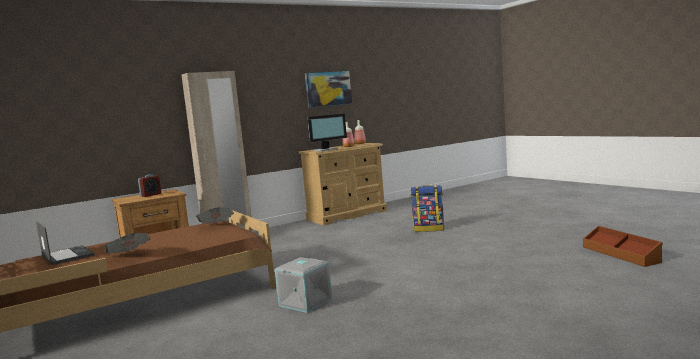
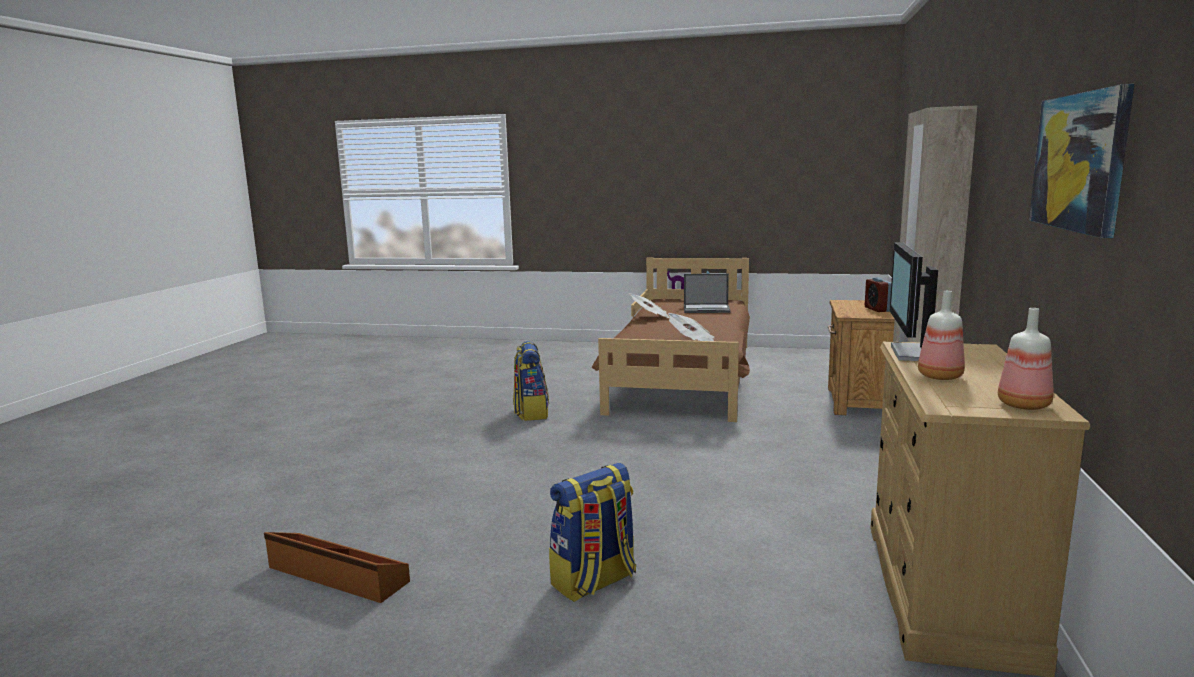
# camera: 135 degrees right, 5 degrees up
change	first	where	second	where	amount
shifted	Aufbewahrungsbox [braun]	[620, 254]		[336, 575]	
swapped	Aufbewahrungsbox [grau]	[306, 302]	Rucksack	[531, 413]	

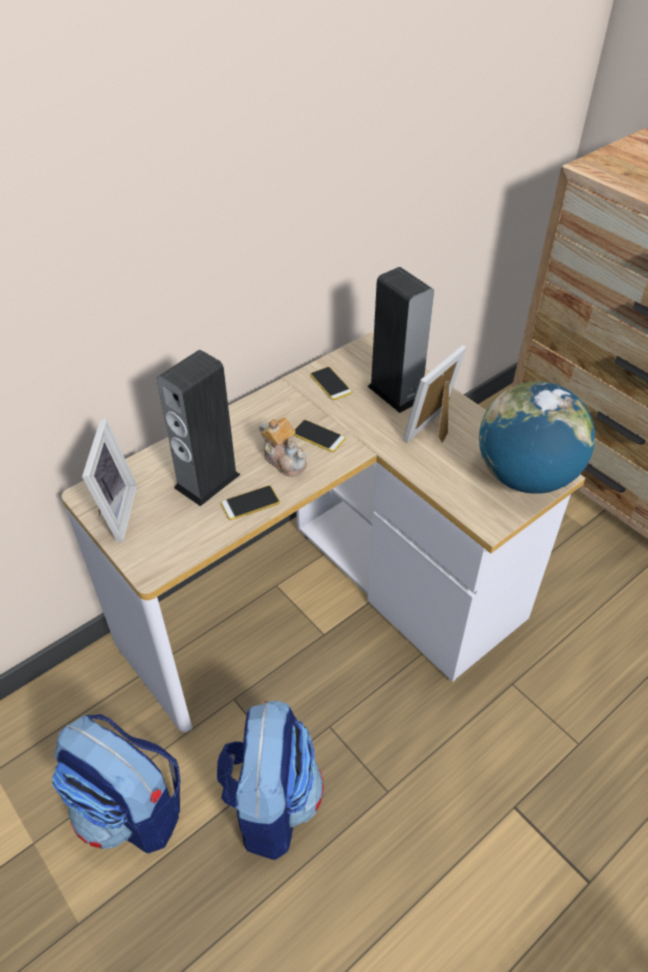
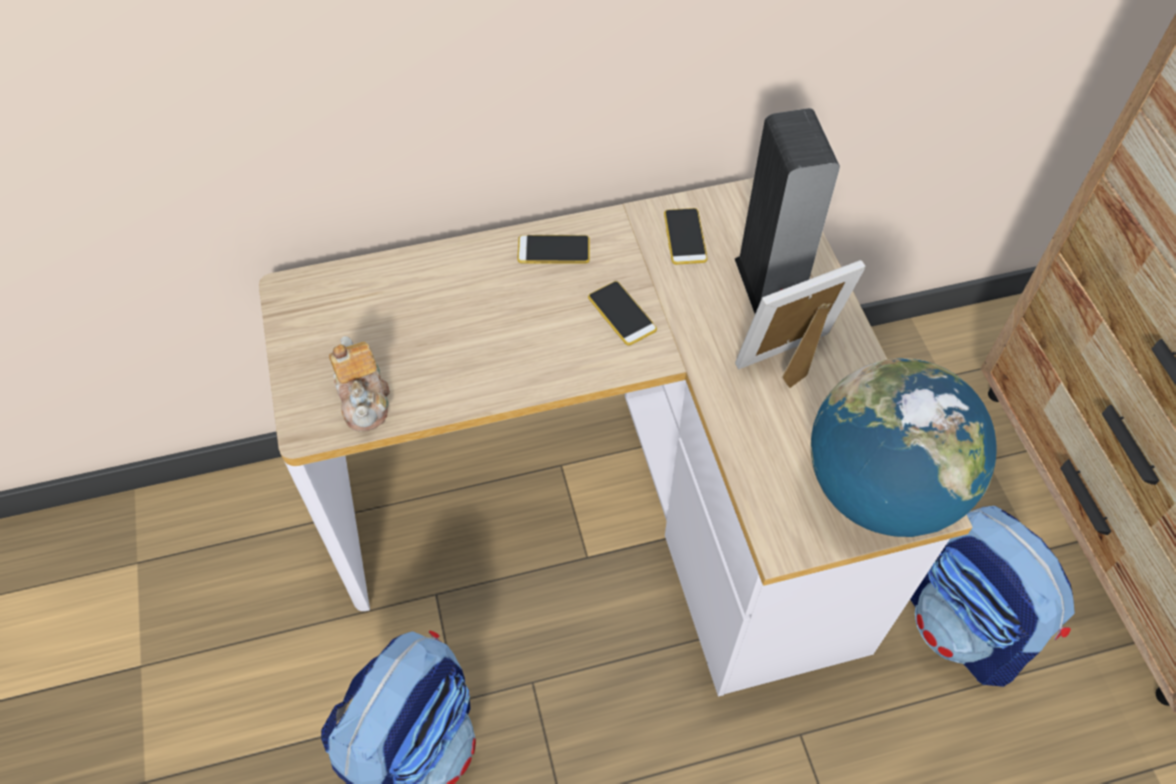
# camera: 25 degrees right, 10 degrees up
change	first	where	second	where	amount
shifted	Teekanne	[285, 459]		[364, 399]	
shifted	Handy	[250, 503]		[553, 250]	
shifted	Rucksack	[131, 809]		[965, 626]	
gone	Bilderrahmen	[113, 513]			
gone	Lautsprecher	[207, 481]			

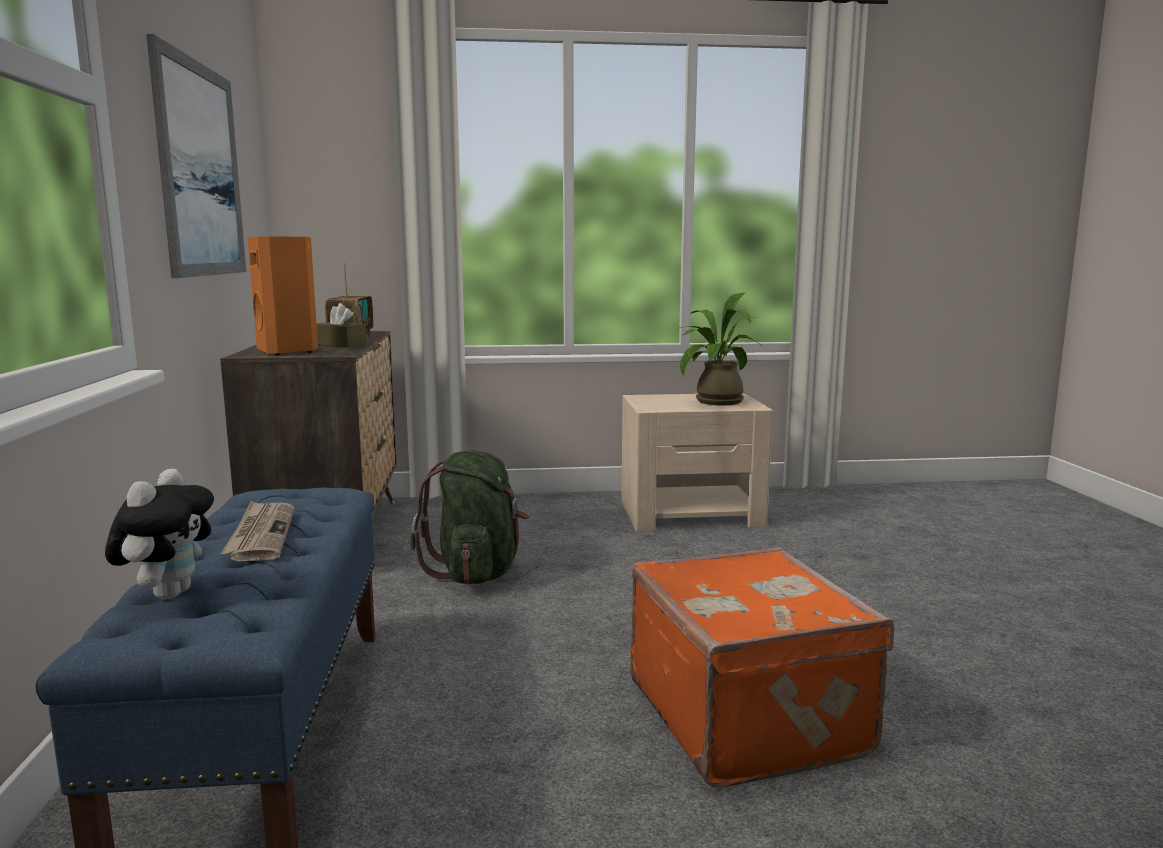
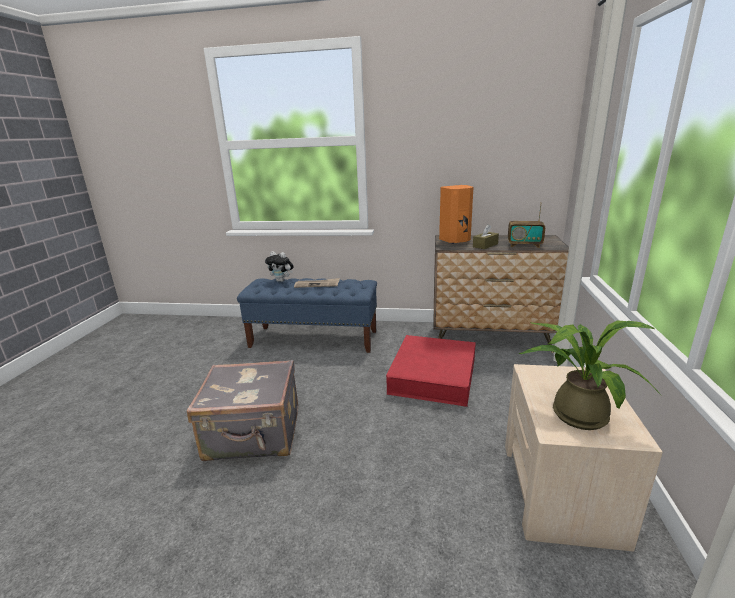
# camera: 105 degrees right, 10 degrees up
change	first	where	second	where	amount
repainted	Koffer [orange]	[749, 716]	Koffer [grau]	[254, 435]	
swapped	Rucksack [grün]	[476, 572]	Aufbewahrungsbox [rot]	[433, 376]	
gone	Bild	[200, 170]			

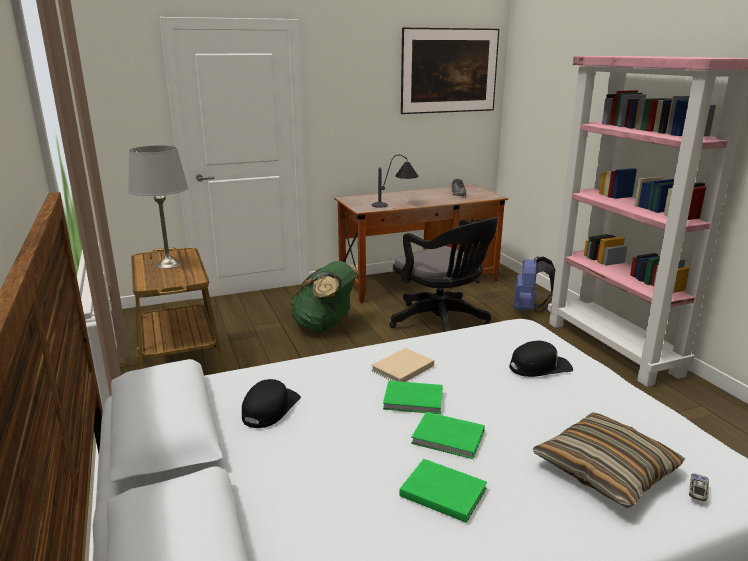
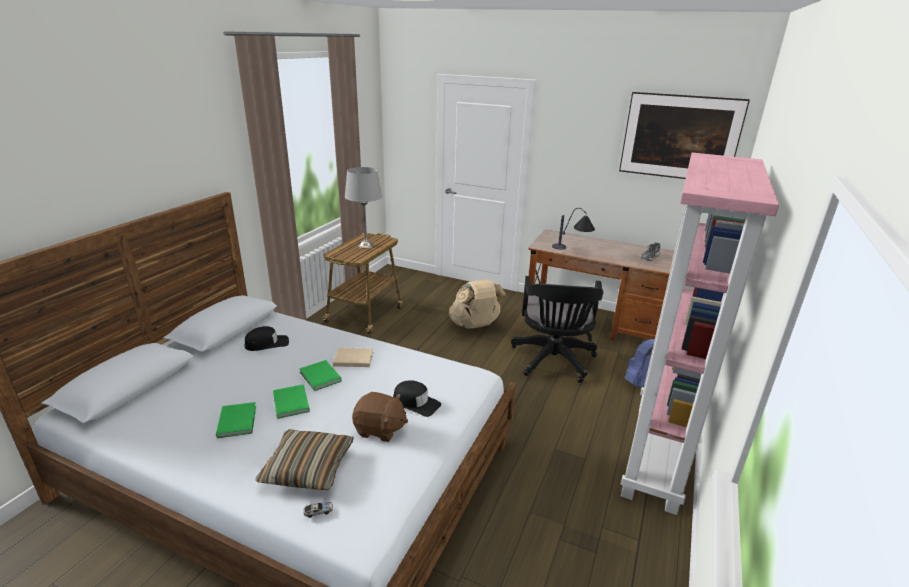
# camera: 45 degrees right, 5 degrees up
change	first	where	second	where	amount
new			Plüschtier [braun]	[380, 429]	
repainted	Rucksack [grün]	[325, 326]	Rucksack [beige]	[475, 325]	

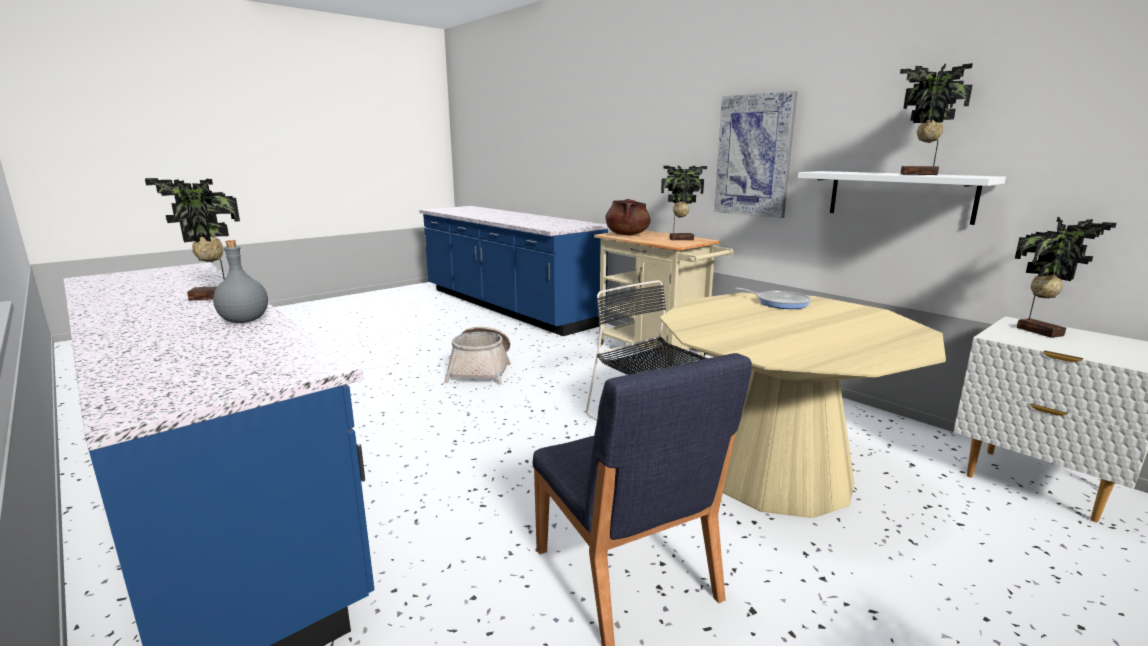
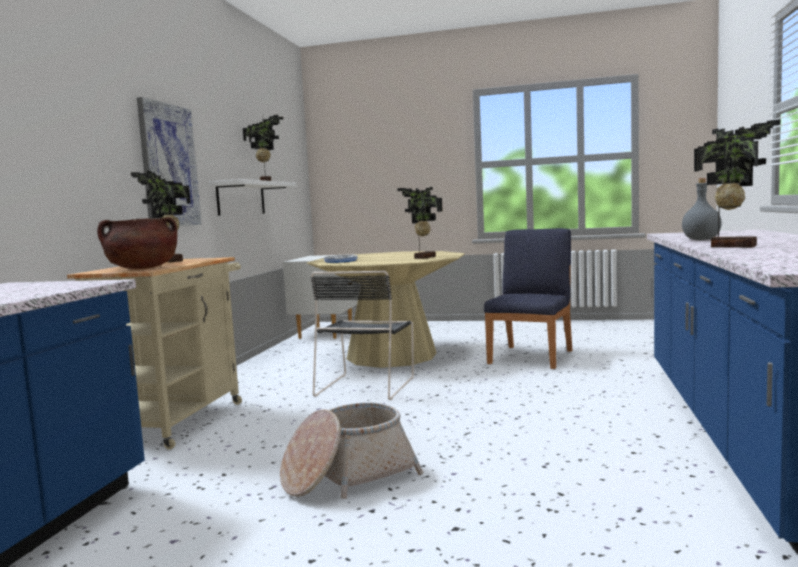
# camera: 125 degrees left, 10 degrees down
change	first	where	second	where	amount
shifted	Topfpflanze	[1040, 331]		[423, 257]	

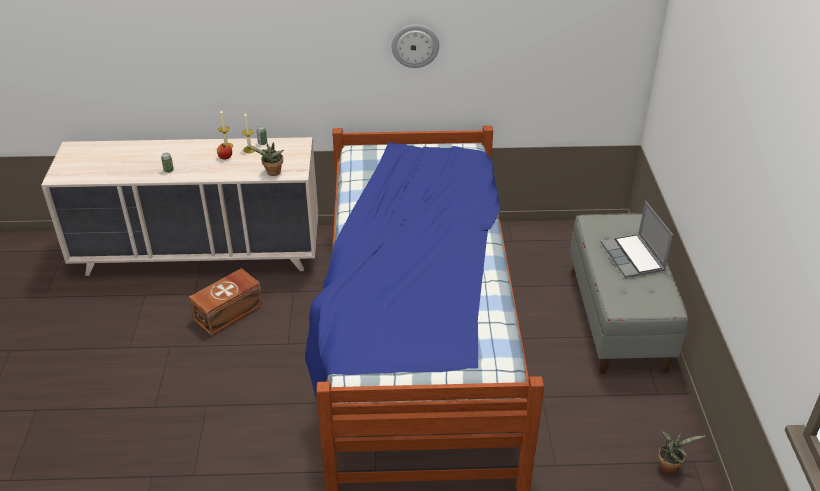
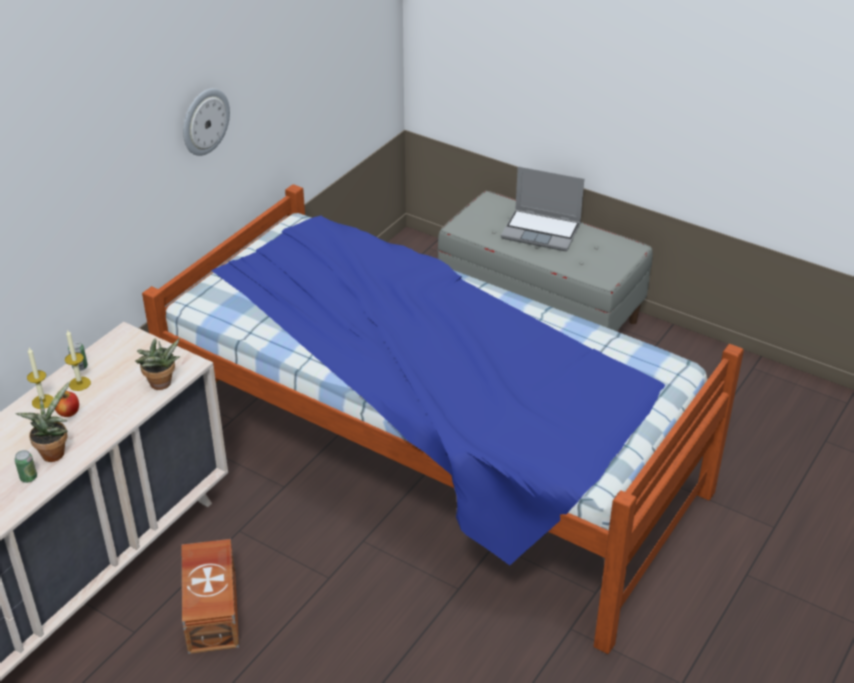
# camera: 55 degrees left, 0 degrees up
change	first	where	second	where	amount
shifted	Topfpflanze	[669, 466]		[54, 451]	

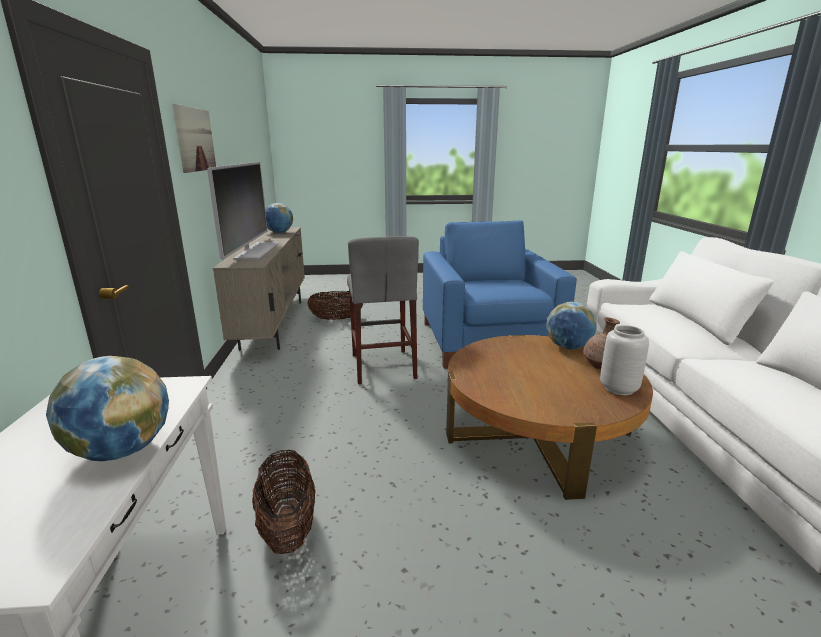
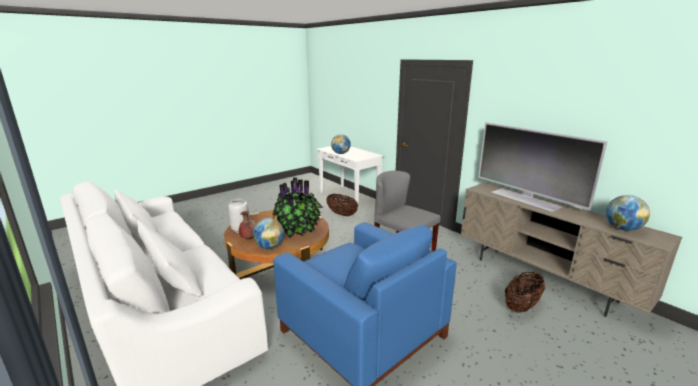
# camera: 145 degrees right, 0 degrees up
change	first	where	second	where	amount
new			Topfpflanze	[298, 231]	
gone	Bild	[195, 139]			

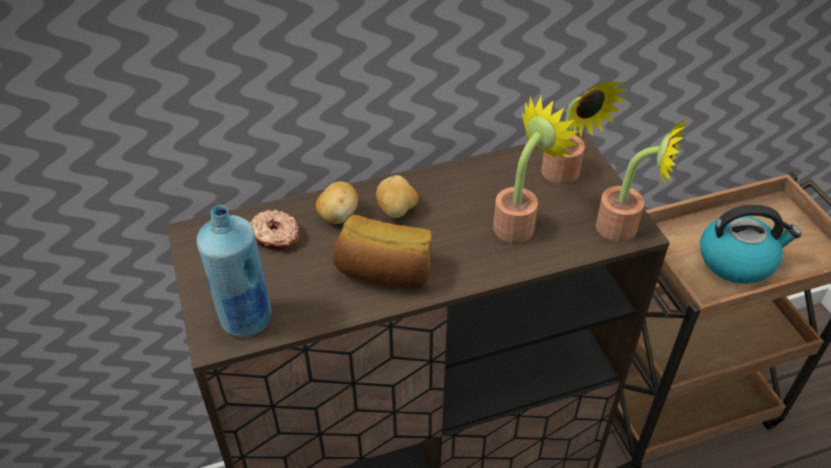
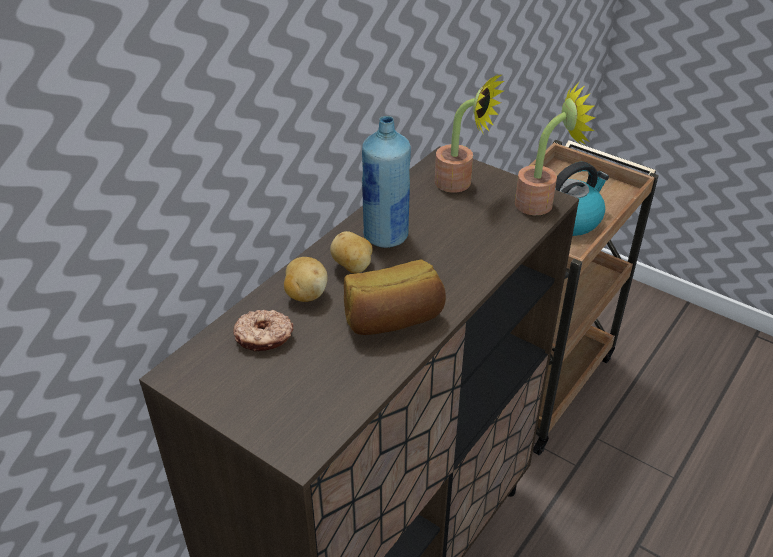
# camera: 35 degrees left, 5 degrees down
change	first	where	second	where	amount
shifted	Flasche [blau]	[245, 320]		[386, 236]	
gone	Topfpflanze	[519, 223]			

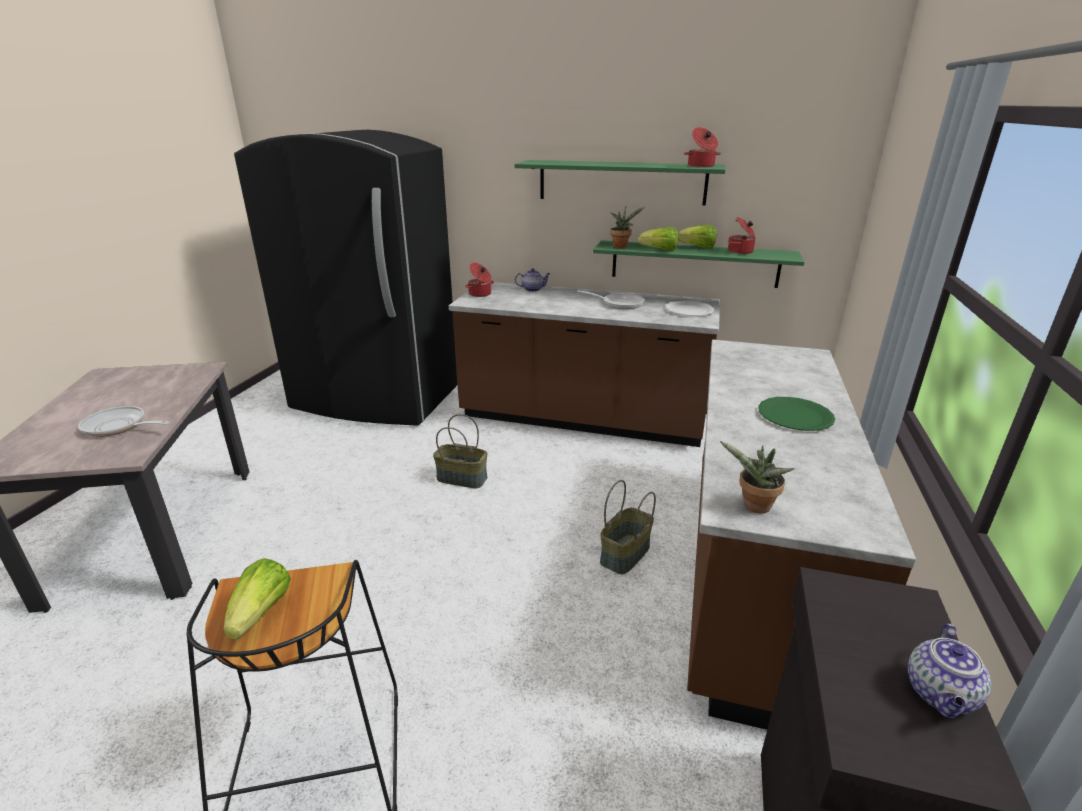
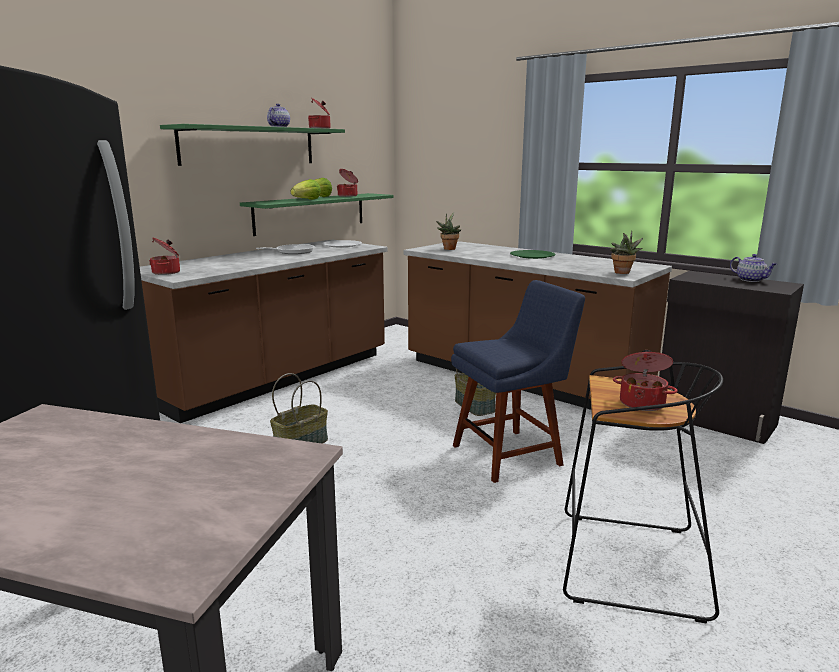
# camera: 65 degrees left, 10 degrees down
change	first	where	second	where	amount
shifted	Teekanne	[533, 289]		[279, 127]	
shifted	Topfpflanze	[621, 246]		[449, 248]	
new			Stuhl [blau]	[511, 454]	
swapped	Salatkopf	[262, 613]	Kochtopf	[642, 403]	
gone	Pfanne	[118, 427]			

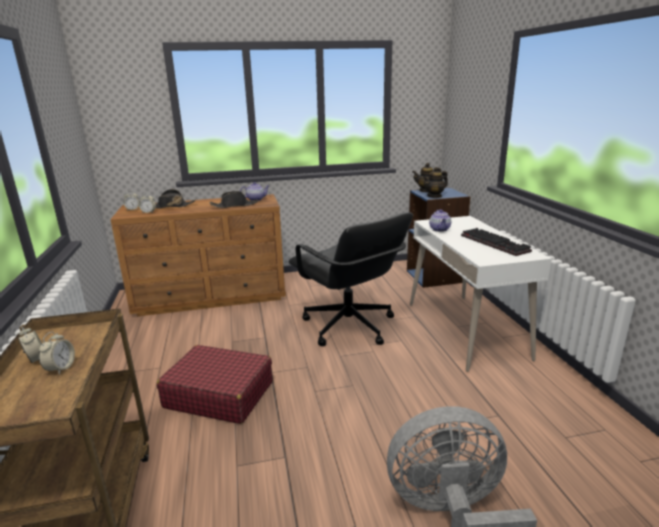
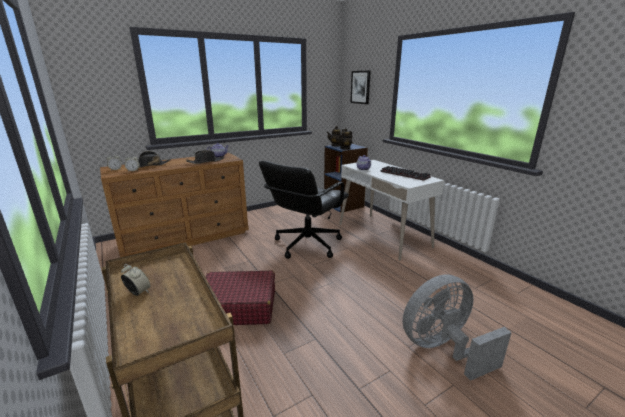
# camera: 20 degrees left, 0 degrees up
change	first	where	second	where	amount
rotated	Bürostuhl [schwarz]	[349, 326]		[306, 244]	90 degrees clockwise
new			Bild	[360, 87]	
gone	Wecker	[60, 368]			

